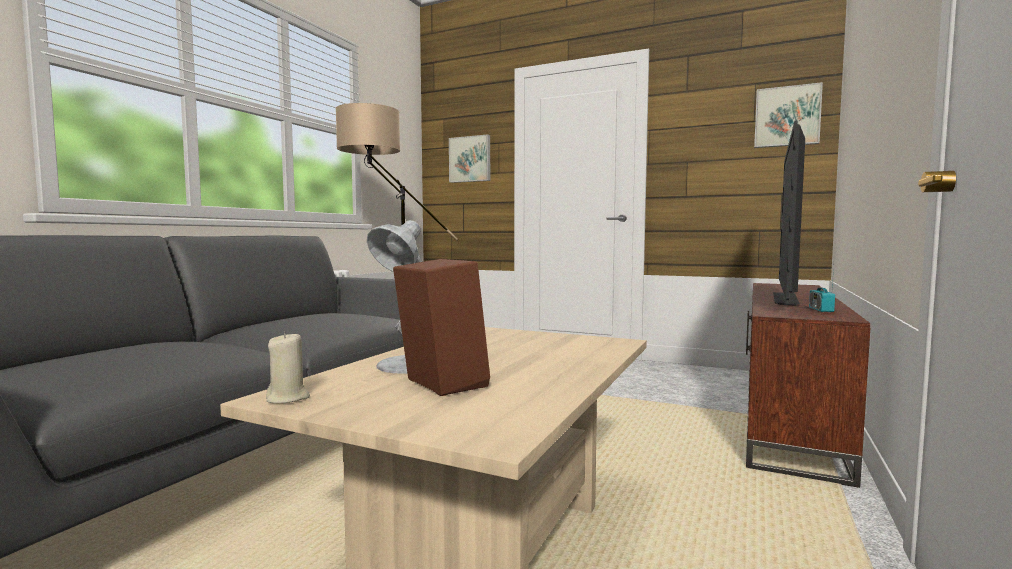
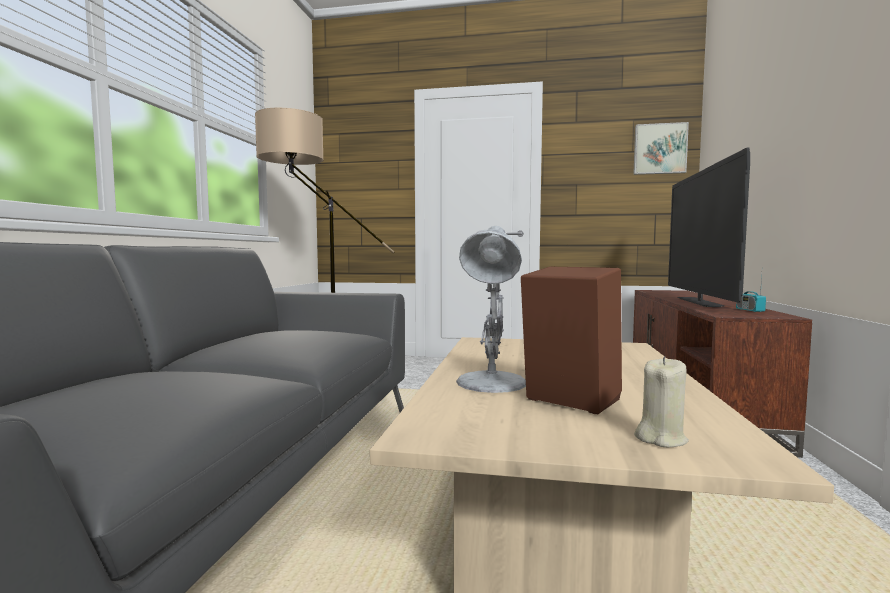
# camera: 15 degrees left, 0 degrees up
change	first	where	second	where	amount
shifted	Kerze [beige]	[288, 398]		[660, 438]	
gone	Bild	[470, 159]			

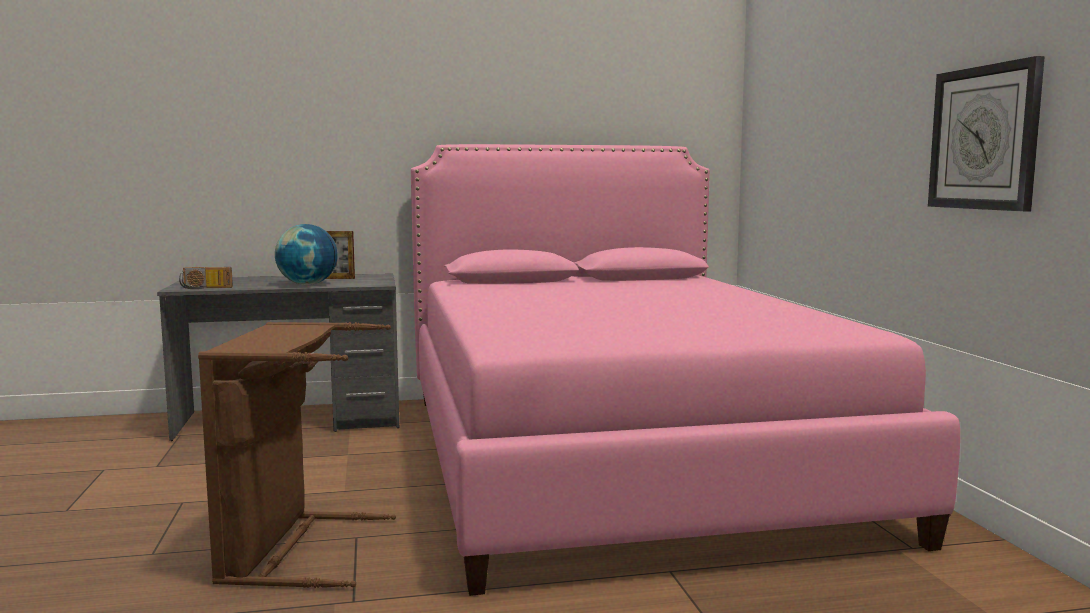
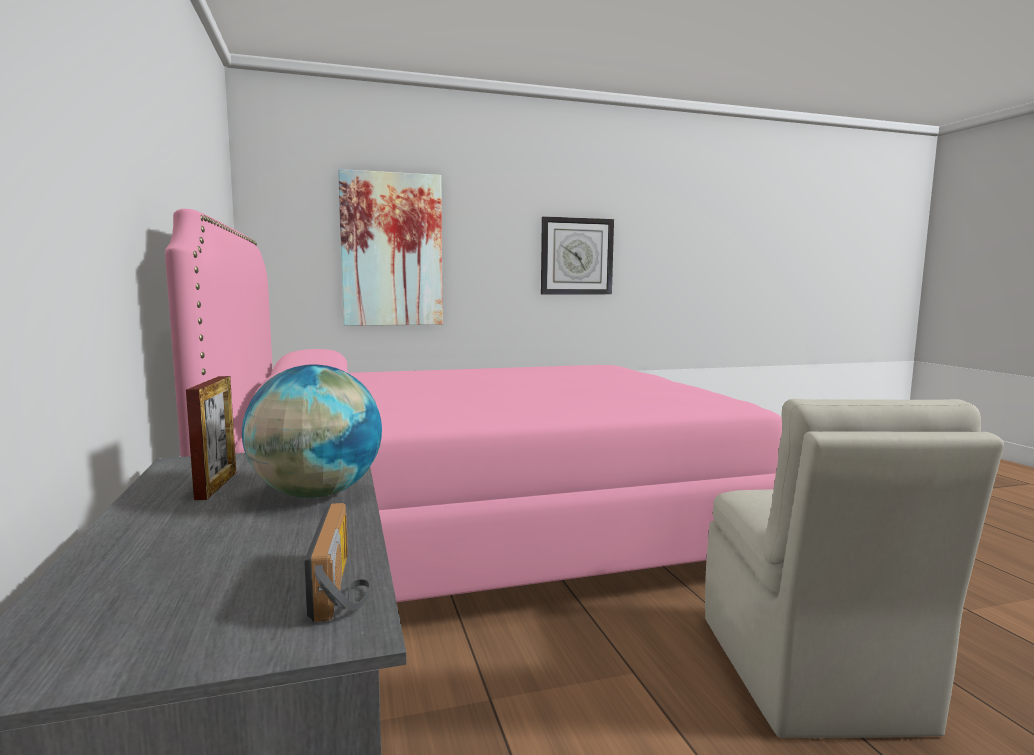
# camera: 95 degrees left, 0 degrees up
change	first	where	second	where	amount
new			Bild	[392, 250]	
swapped	Wäschekorb [braun]	[291, 549]	Stuhl [beige]	[809, 674]	

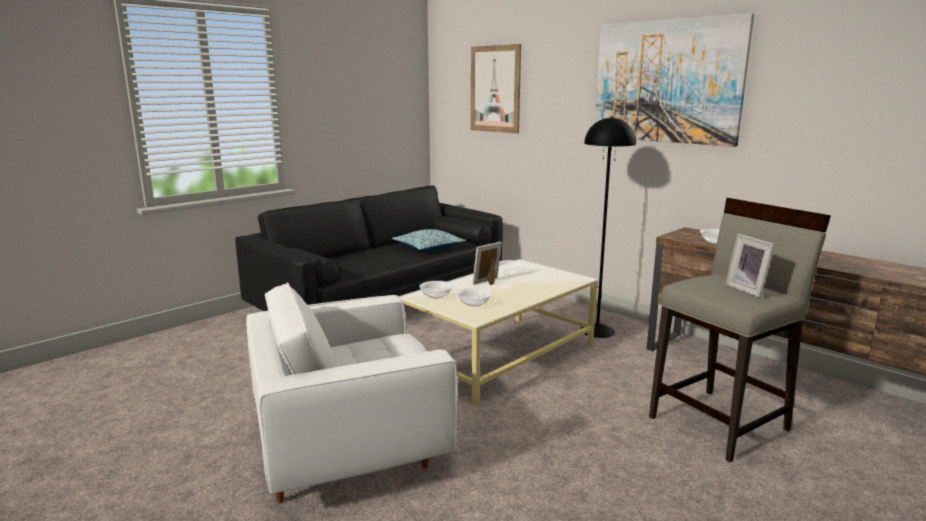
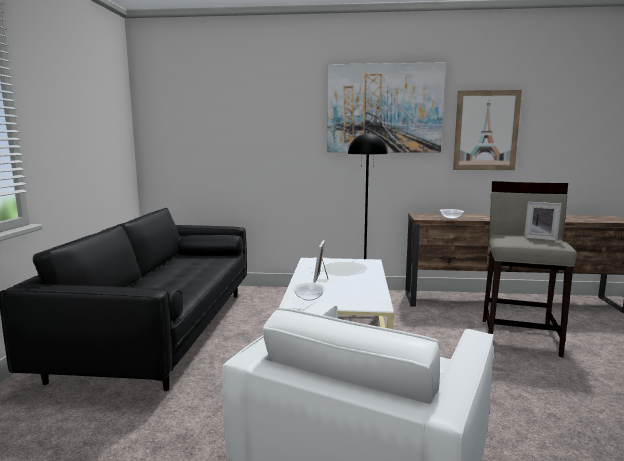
# camera: 40 degrees left, 5 degrees down
change	first	where	second	where	amount
shifted	Bild	[495, 89]		[486, 130]	
gone	Kissen	[428, 248]			
gone	Schüssel	[474, 303]			

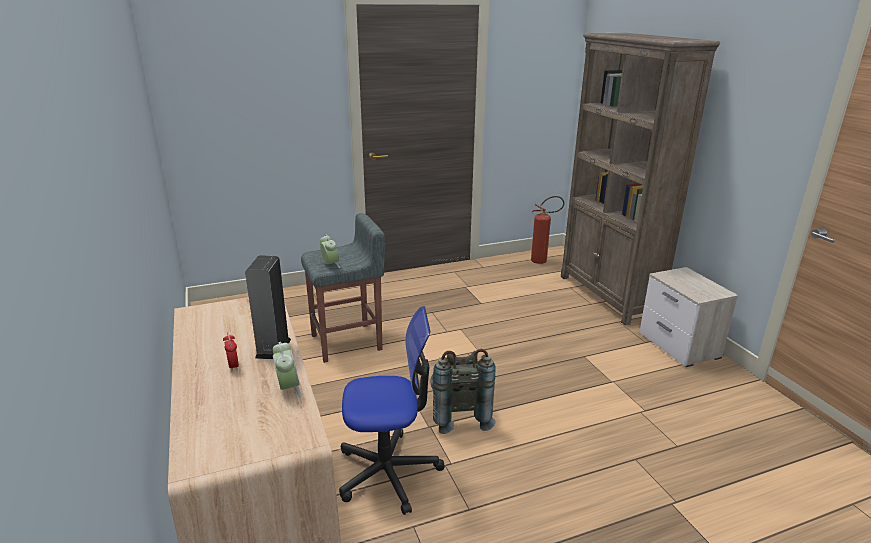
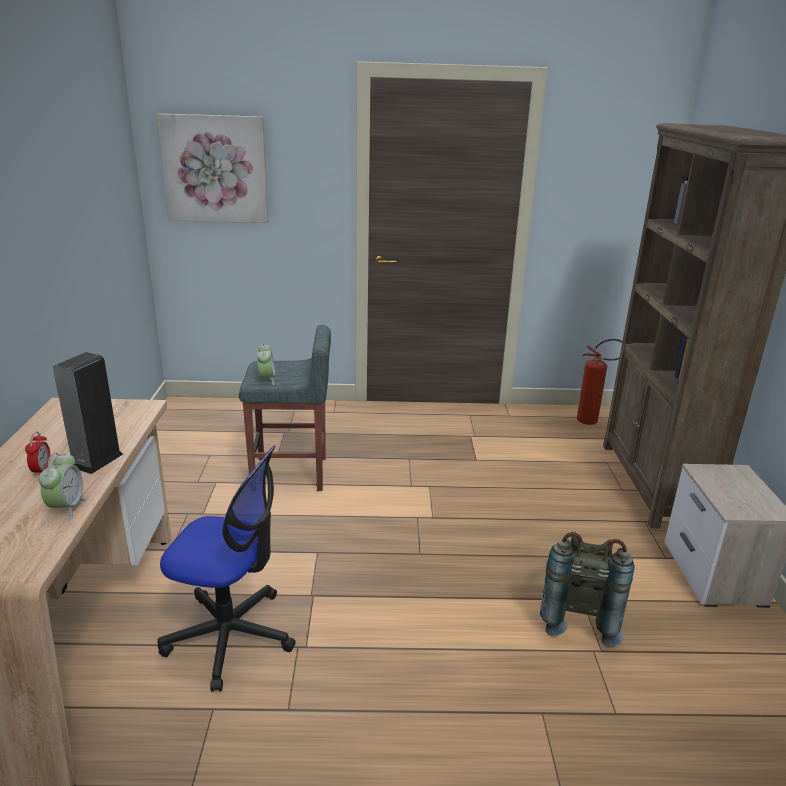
# camera: 20 degrees right, 0 degrees up
change	first	where	second	where	amount
new			Bild	[215, 169]	
shifted	Rucksack [grau]	[458, 415]		[576, 615]	

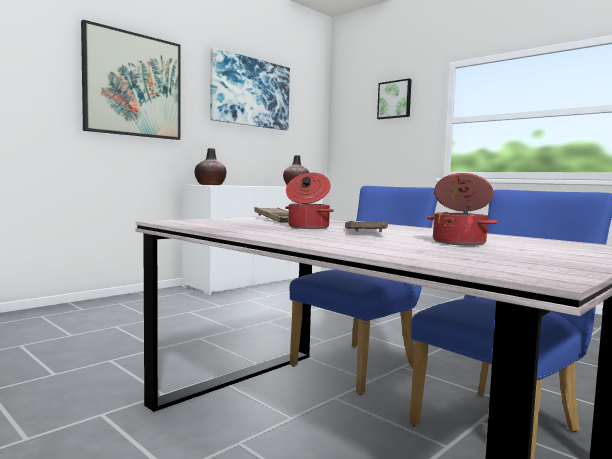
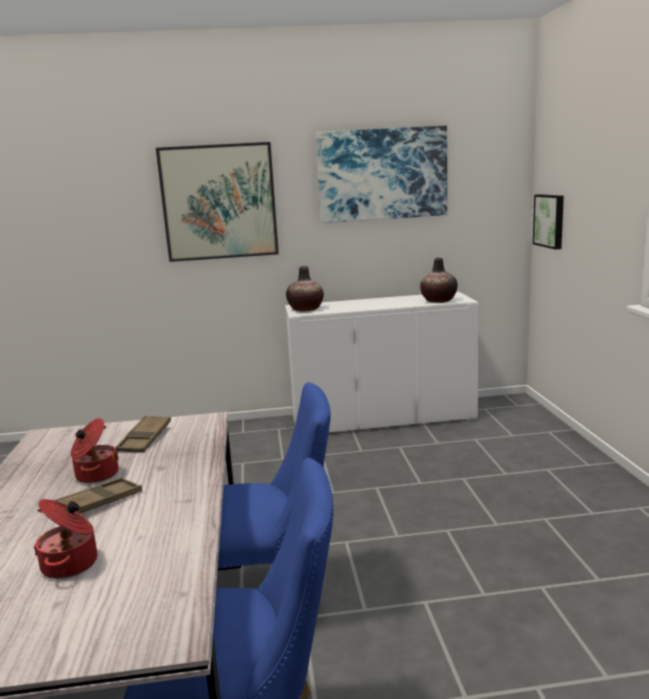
# camera: 40 degrees right, 10 degrees up
change	first	where	second	where	amount
shifted	Bild	[395, 99]		[550, 220]	

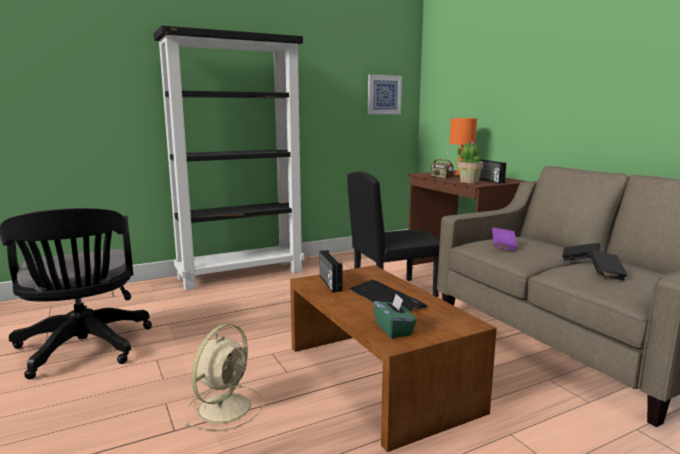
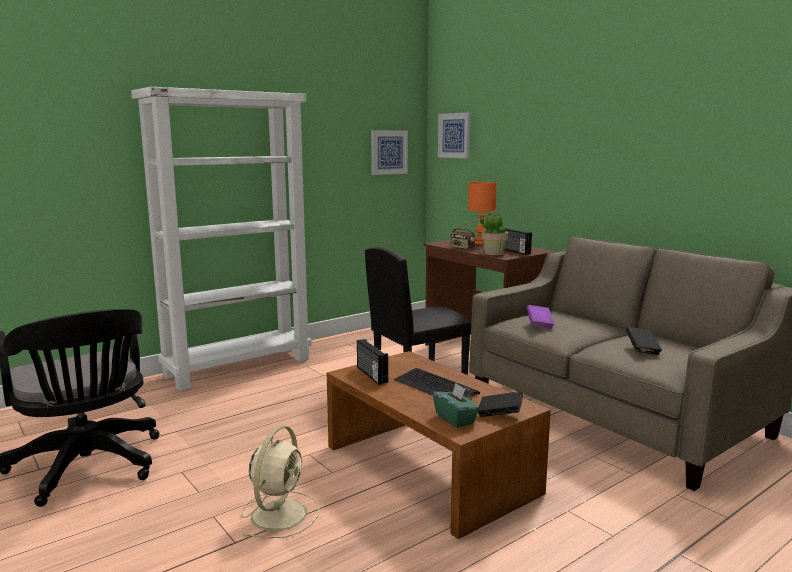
# camera: 10 degrees left, 0 degrees up
change	first	where	second	where	amount
repainted	Bücherregal [schwarz]	[241, 274]	Bücherregal [weiß]	[239, 367]	
new			Bild	[454, 135]	
shifted	Buch [schwarz]	[580, 260]		[500, 414]	

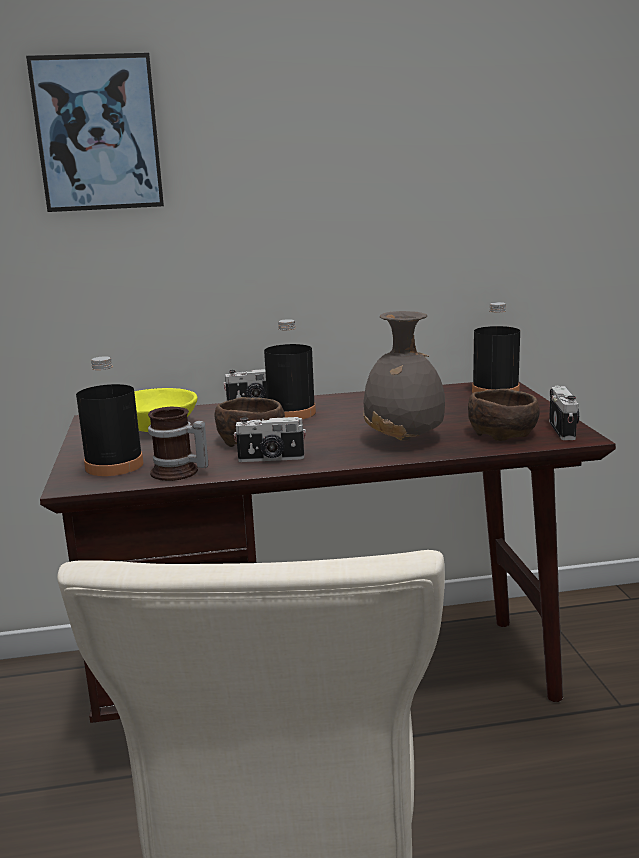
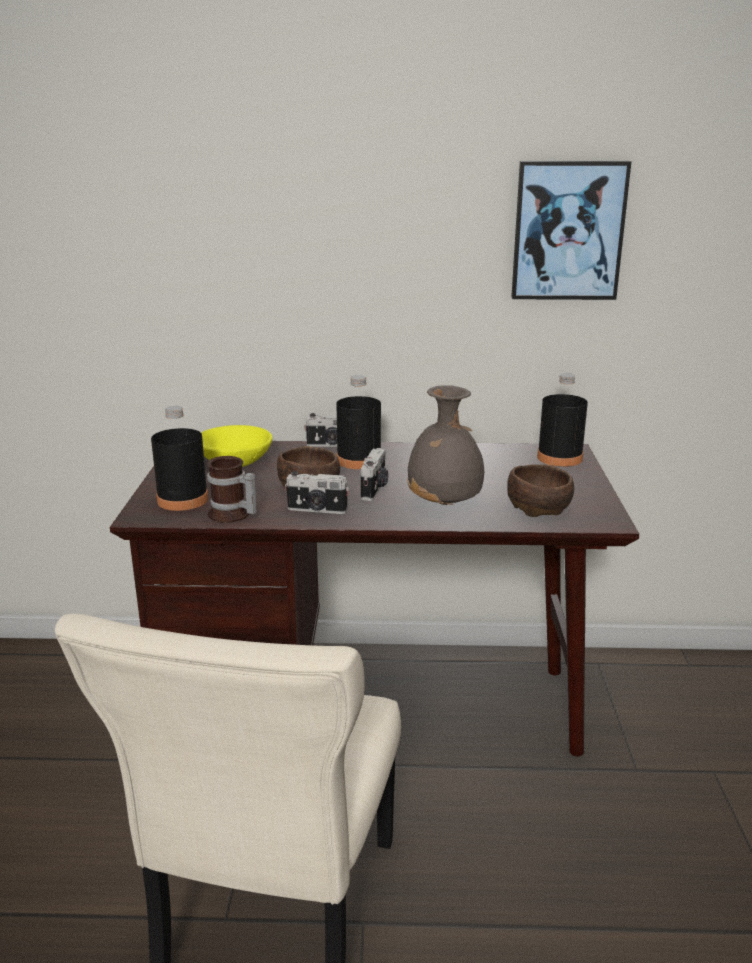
# camera: 10 degrees right, 5 degrees up
change	first	where	second	where	amount
shifted	Kamera	[564, 430]		[375, 489]	
shifted	Bild	[98, 134]		[568, 231]	

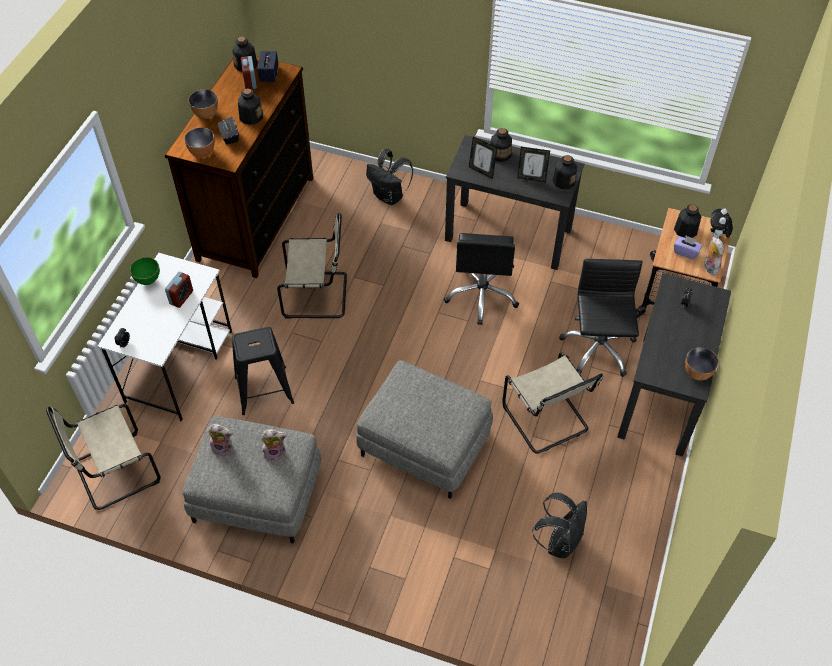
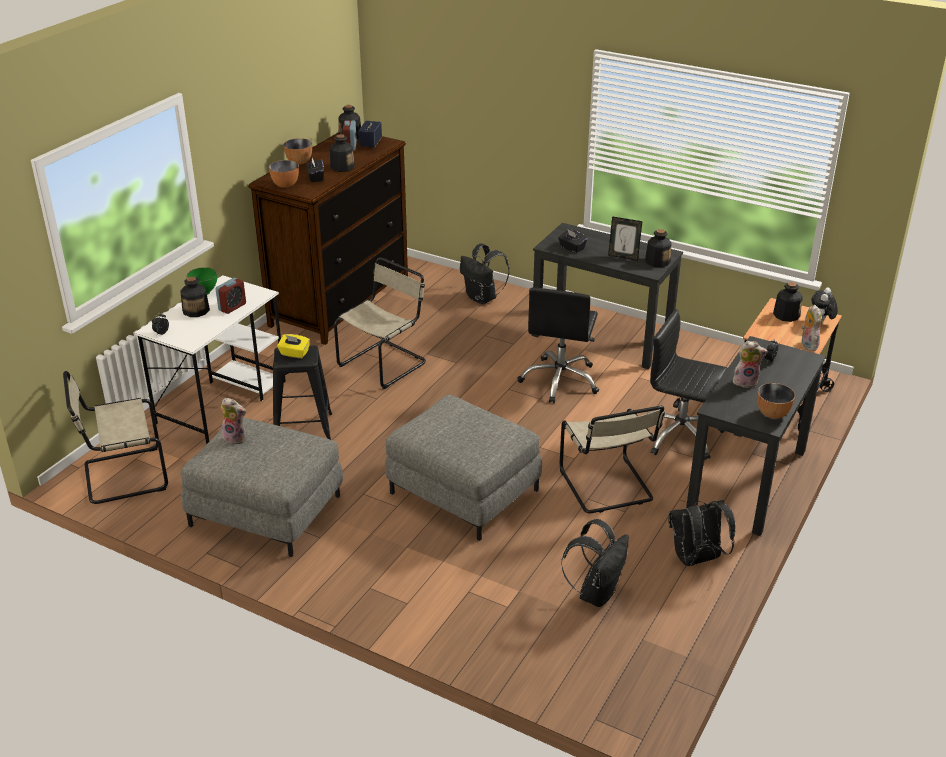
# camera: 10 degrees right, 20 degrees down
change	first	where	second	where	amount
shifted	Flasche	[500, 154]		[196, 310]	
new			Taschentuchbox [gelb]	[294, 353]	
rotated	Stuhl [beige]	[318, 295]		[384, 363]	60 degrees counterclockwise
swapped	Bilderrahmen	[481, 171]	Taschentuchbox [schwarz]	[572, 248]	
rotated	Bürostuhl [schwarz]	[597, 348]		[679, 435]	75 degrees counterclockwise
new			Rucksack [schwarz]	[696, 560]	
shifted	Plüschtier	[275, 452]		[746, 381]	
gone	Taschentuchbox [lila]	[685, 252]			

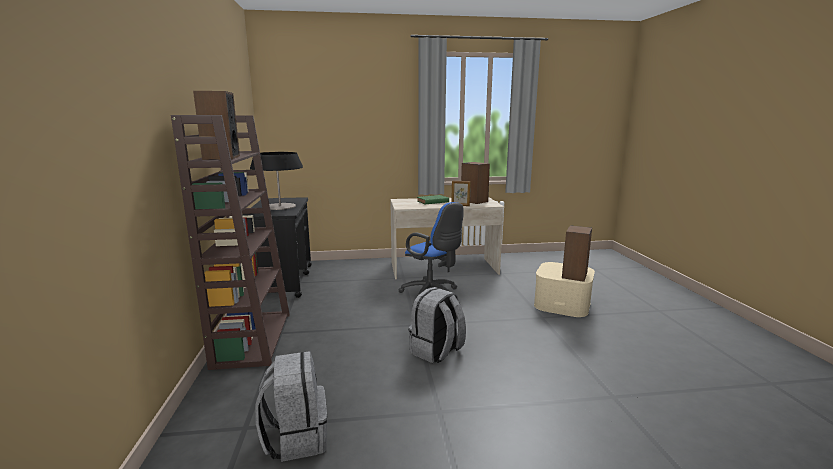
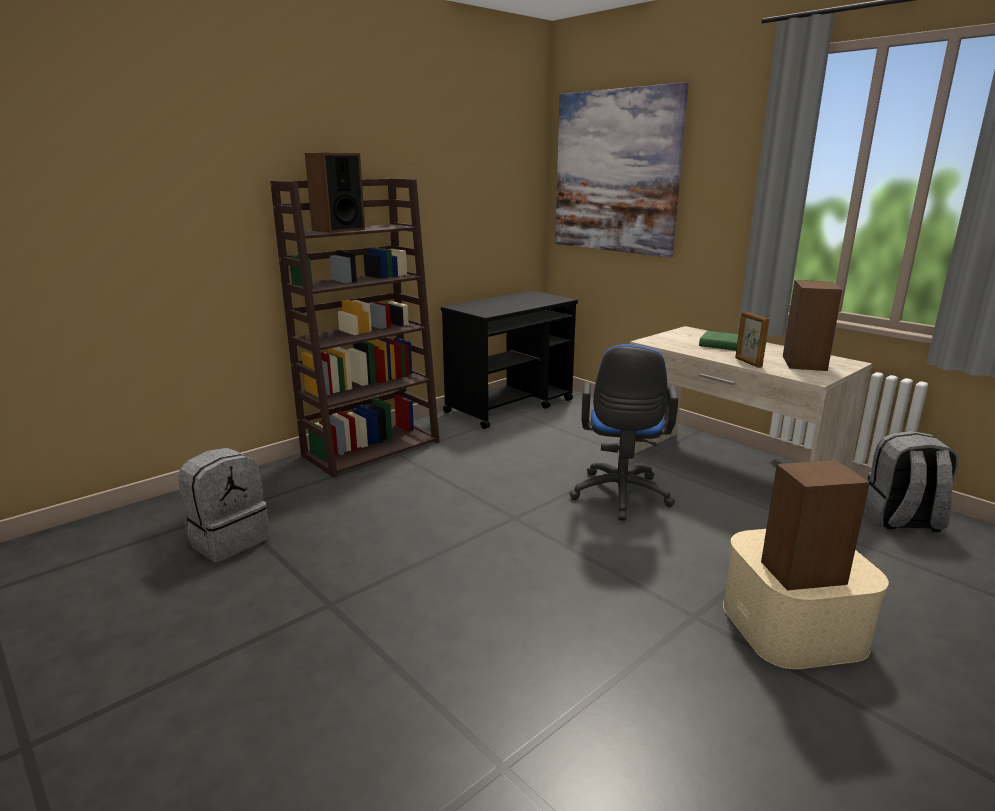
# camera: 55 degrees right, 5 degrees up
change	first	where	second	where	amount
new			Bild	[616, 172]	
shifted	Rucksack [grau]	[436, 351]		[902, 520]	
gone	Tischlampe	[280, 206]			

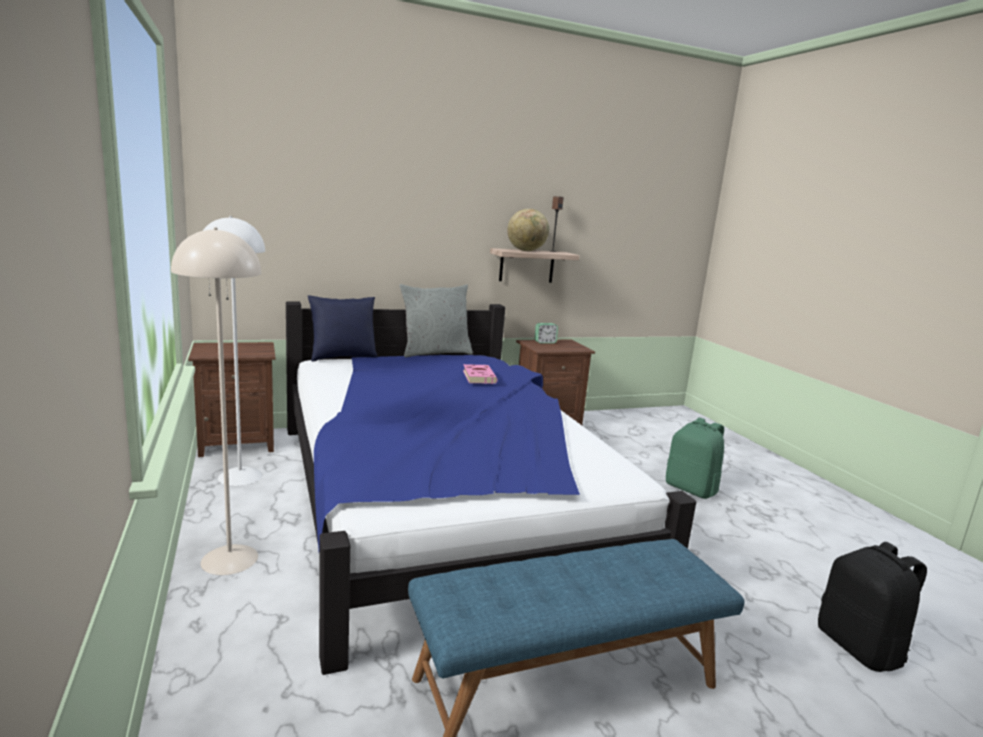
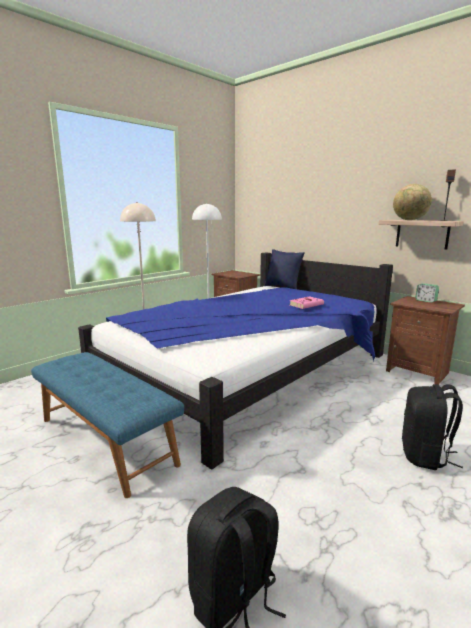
# camera: 65 degrees right, 0 degrees up
change	first	where	second	where	amount
repainted	Rucksack [grün]	[691, 489]	Rucksack [schwarz]	[425, 456]	
gone	Kissen [grau]	[435, 353]			

